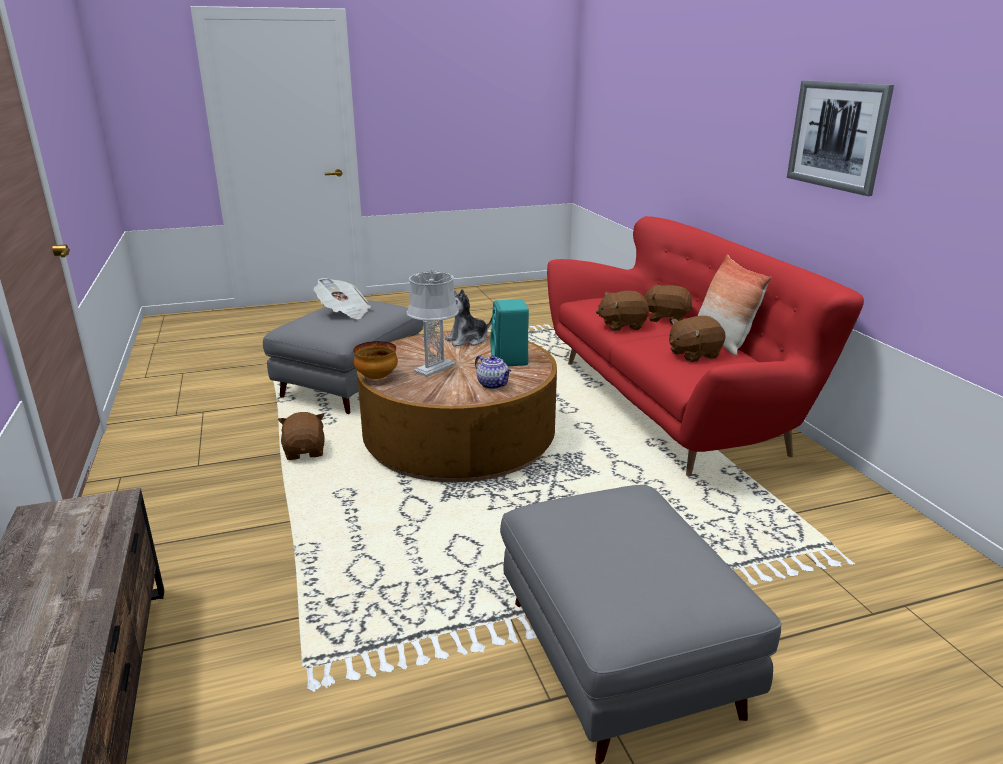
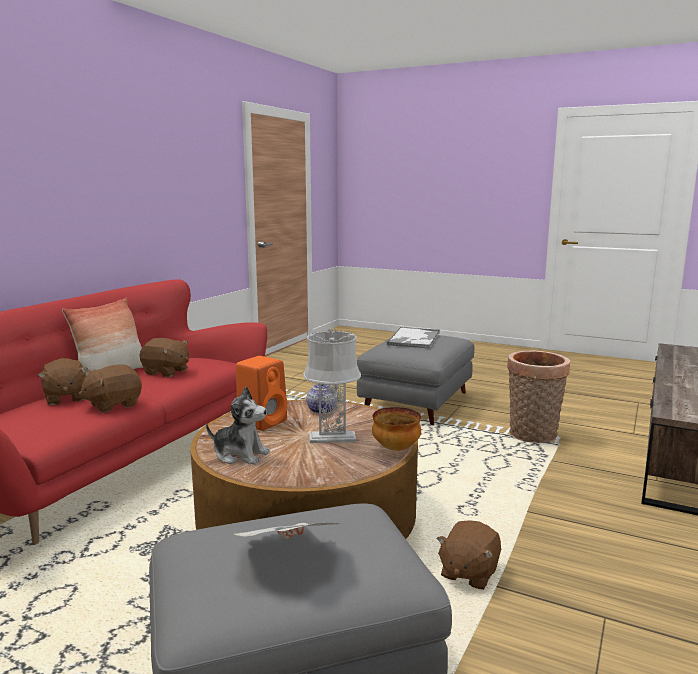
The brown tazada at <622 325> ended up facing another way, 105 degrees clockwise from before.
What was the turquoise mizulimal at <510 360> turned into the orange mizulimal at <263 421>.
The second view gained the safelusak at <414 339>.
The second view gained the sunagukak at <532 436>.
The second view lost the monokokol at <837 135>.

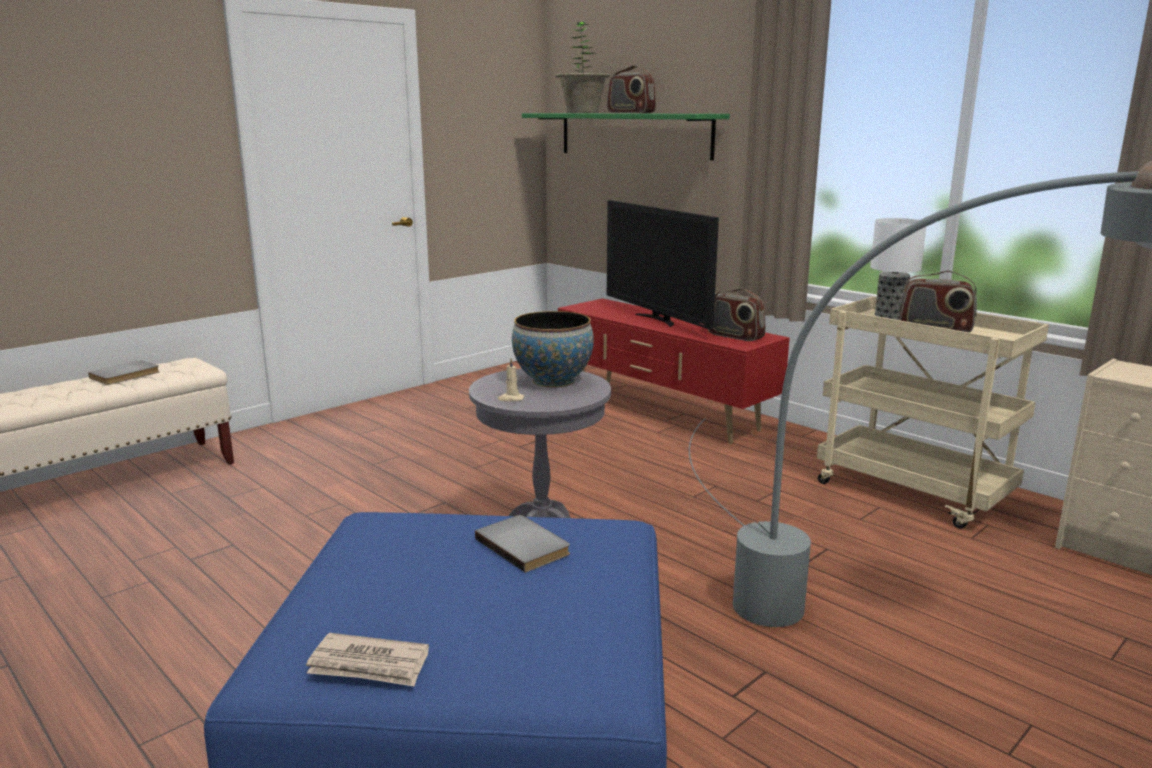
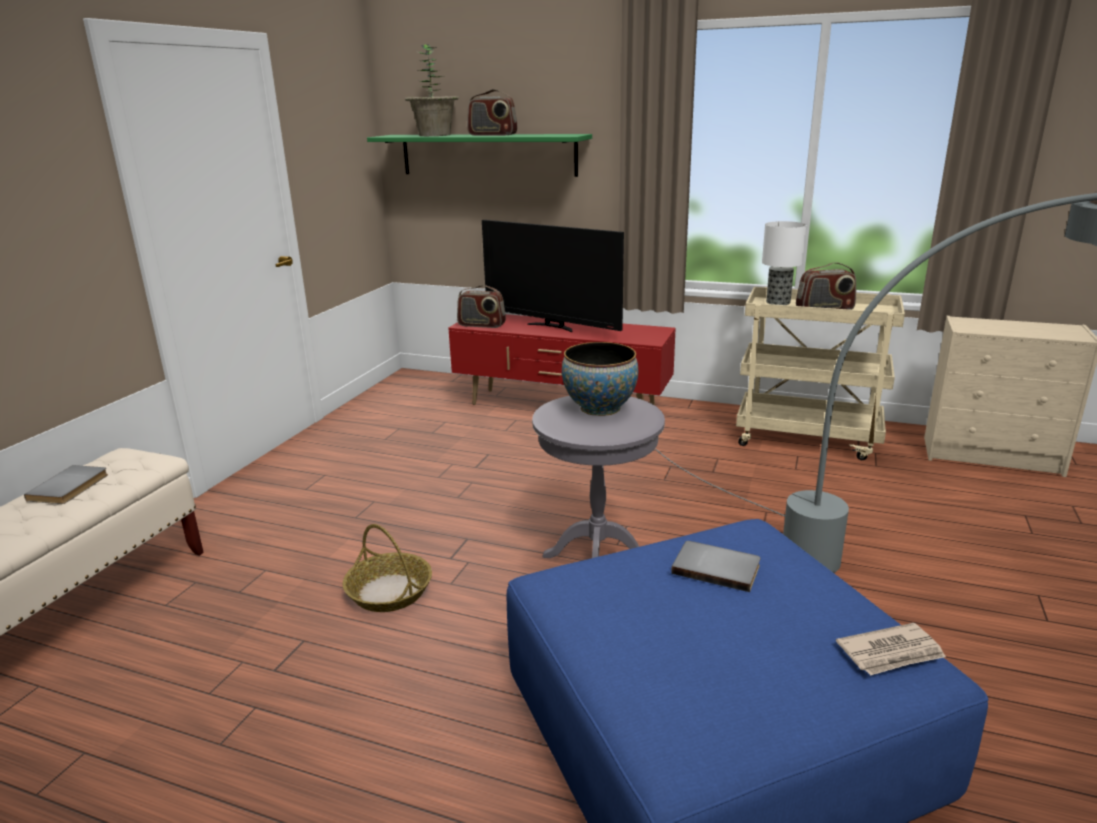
The second view gained the sunagukak at <389 592>.
The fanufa ended up elsewhere, having gone from <735 336> to <481 325>.
The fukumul ended up elsewhere, having gone from <369 665> to <891 653>.
The second view lost the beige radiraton at <510 399>.

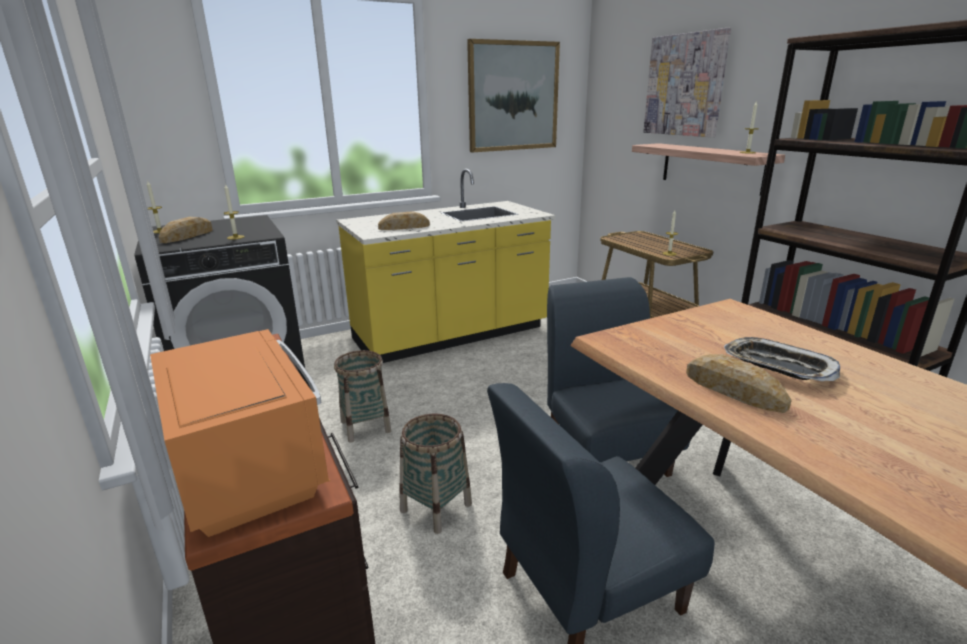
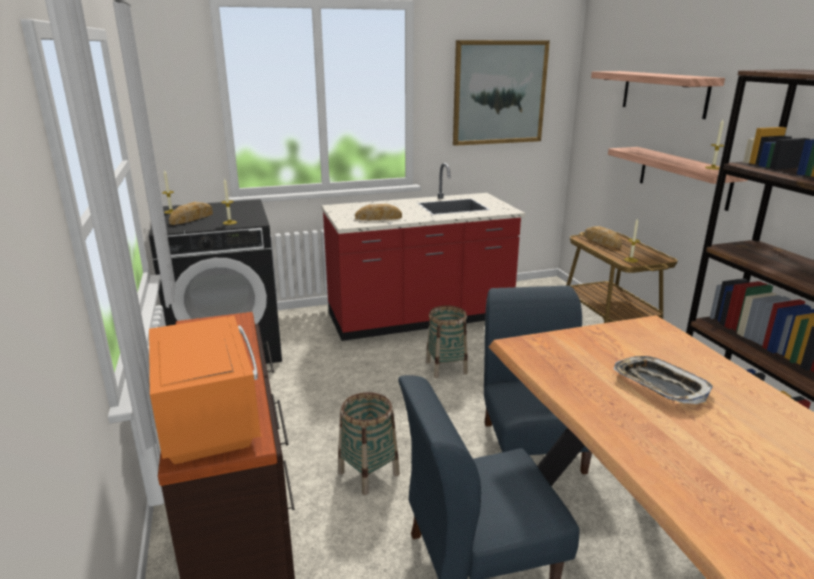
What was the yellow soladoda at <451 335> turned into the red soladoda at <419 318>.
The sunagukak ended up elsewhere, having gone from <365 426> to <446 367>.
The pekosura ended up elsewhere, having gone from <733 390> to <601 241>.
Where the monokokol hung at <684 85>, the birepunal came to hang at <664 93>.

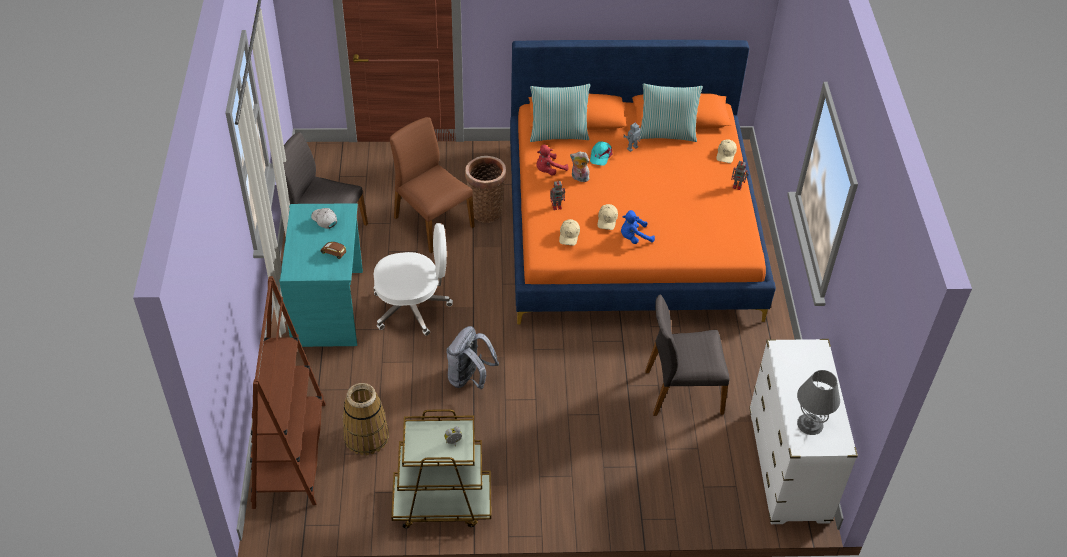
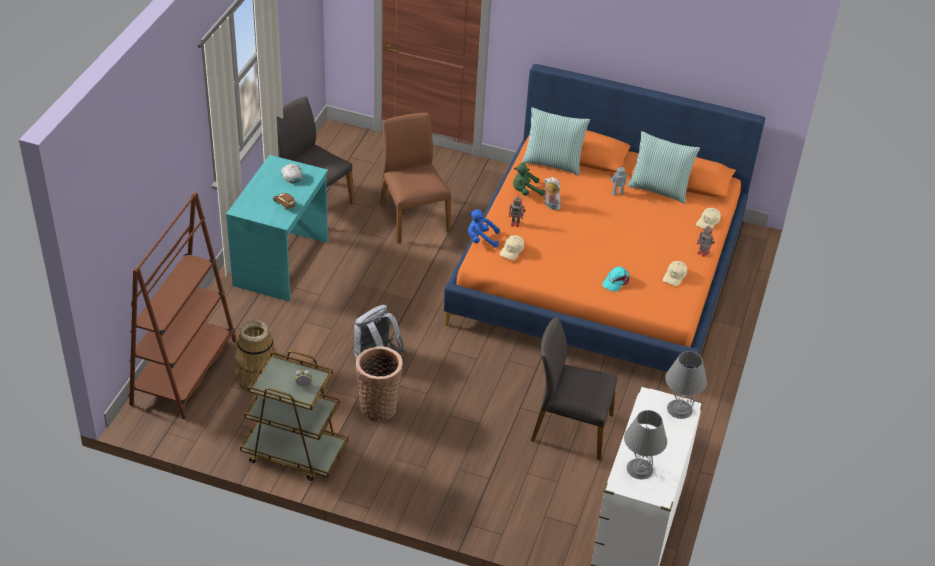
The sunagukak ended up elsewhere, having gone from <485 210> to <378 406>.
The blue tazada ended up elsewhere, having gone from <634 238> to <481 239>.
What was the red tazada at <549 170> turned into the green tazada at <525 191>.
The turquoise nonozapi ended up elsewhere, having gone from <600 155> to <616 281>.
The beige nonozapi ended up elsewhere, having gone from <607 220> to <675 276>.
The second view gained the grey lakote at <679 409>.
The second view lost the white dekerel at <412 307>.

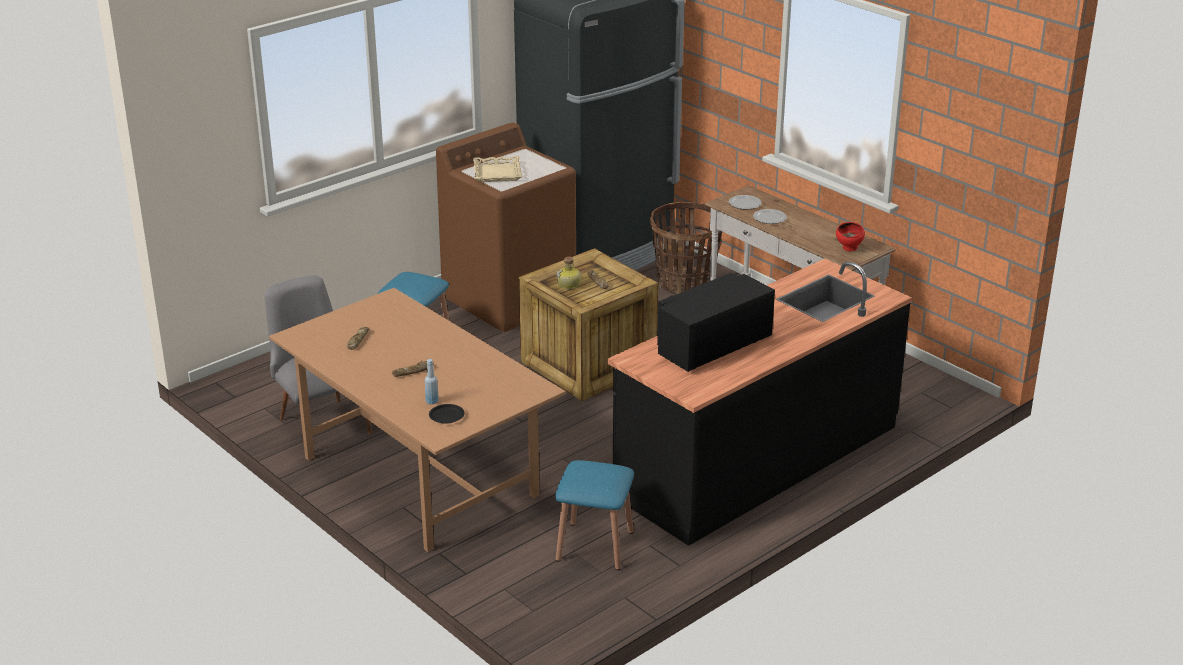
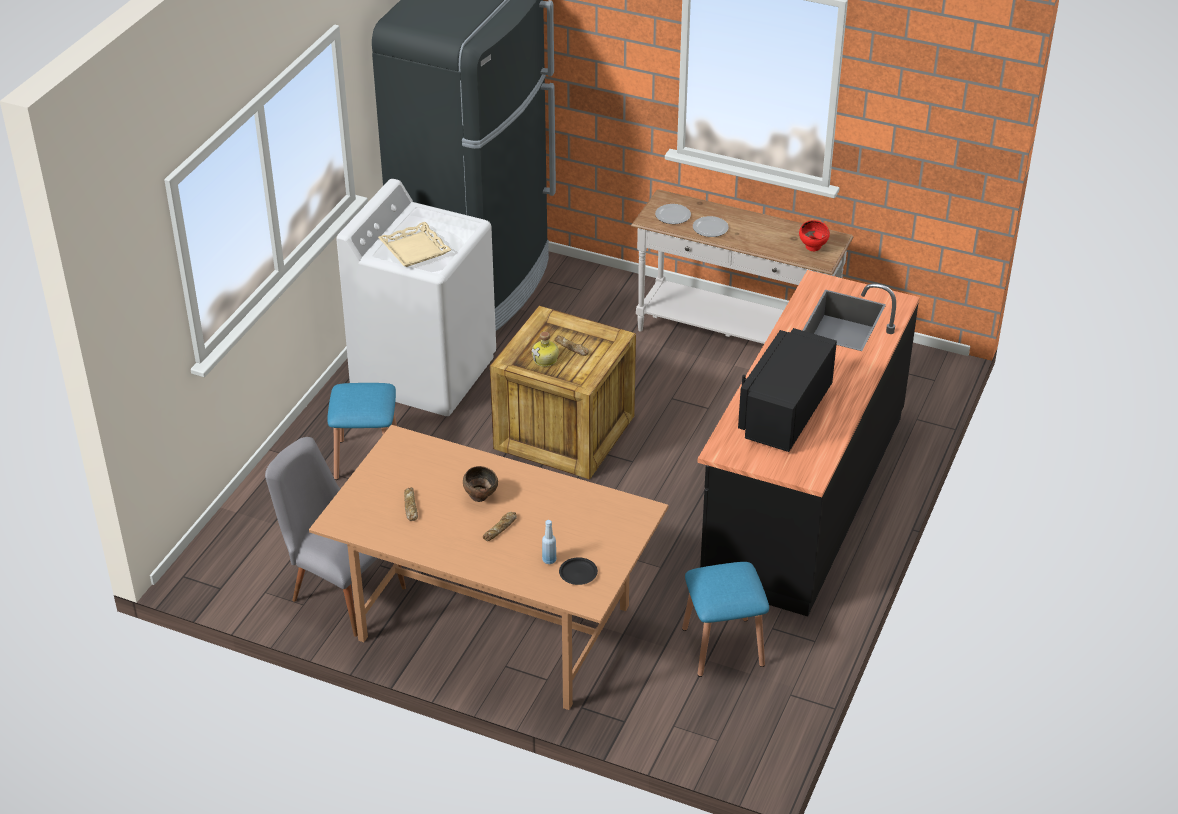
What was the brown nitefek at <510 299> turned into the white nitefek at <425 372>.
The second view gained the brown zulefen at <481 497>.
The second view lost the sunagukak at <685 283>.

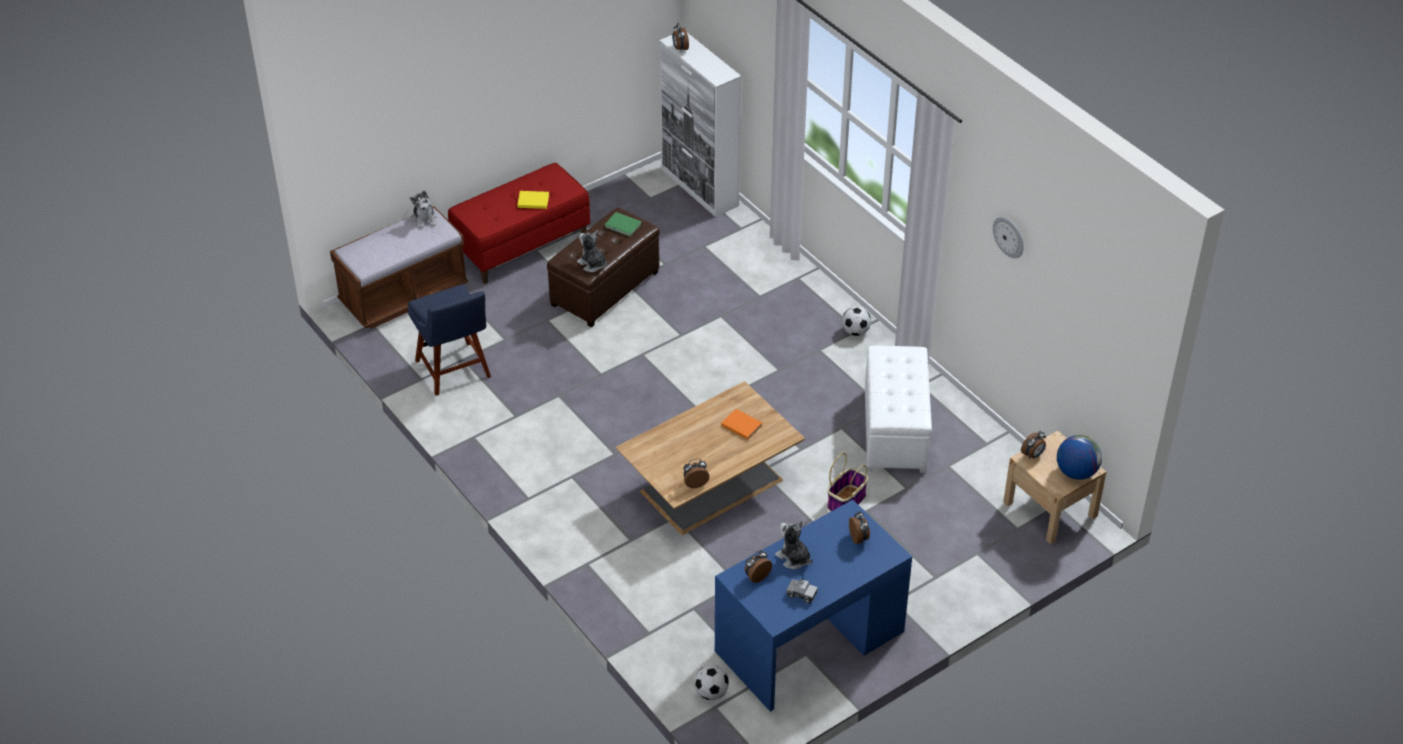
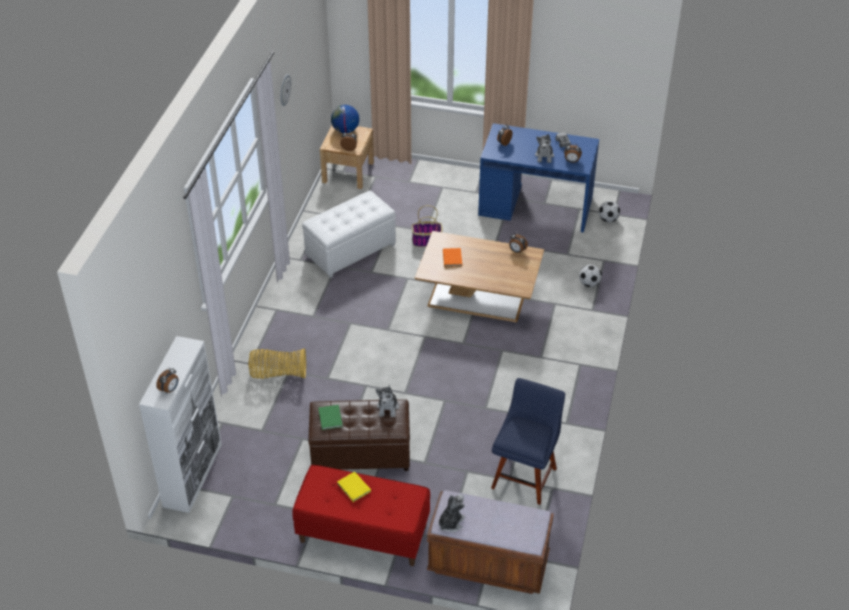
The second view gained the sunagukak at <278 373>.
The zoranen ended up elsewhere, having gone from <855 331> to <589 284>.

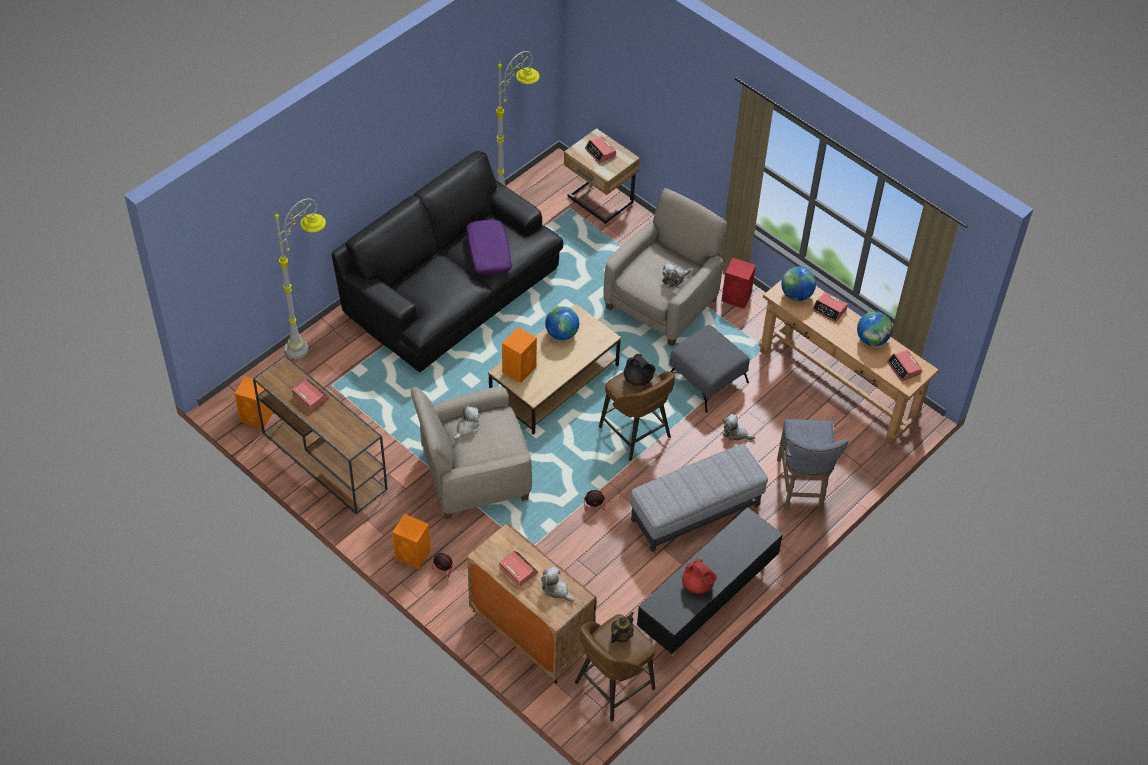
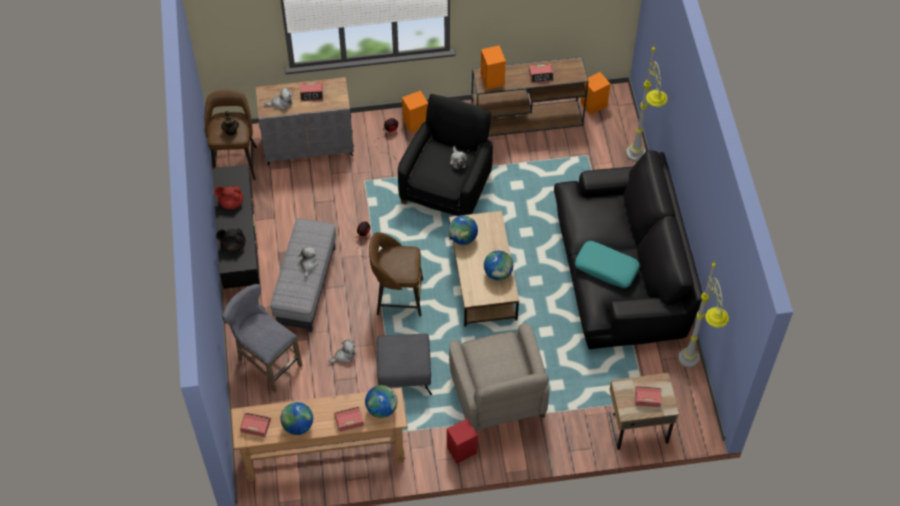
The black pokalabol ended up elsewhere, having gone from <638 379> to <233 245>.
What was the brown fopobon at <529 631> turned into the grey fopobon at <309 146>.
The tazada ended up elsewhere, having gone from <674 279> to <308 264>.
What was the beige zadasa at <473 475> turned into the black zadasa at <447 187>.
The second view gained the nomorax at <463 238>.
The orange mizulimal ended up elsewhere, having gone from <519 369> to <492 80>.
What was the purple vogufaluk at <488 252> turned into the turquoise vogufaluk at <606 268>.

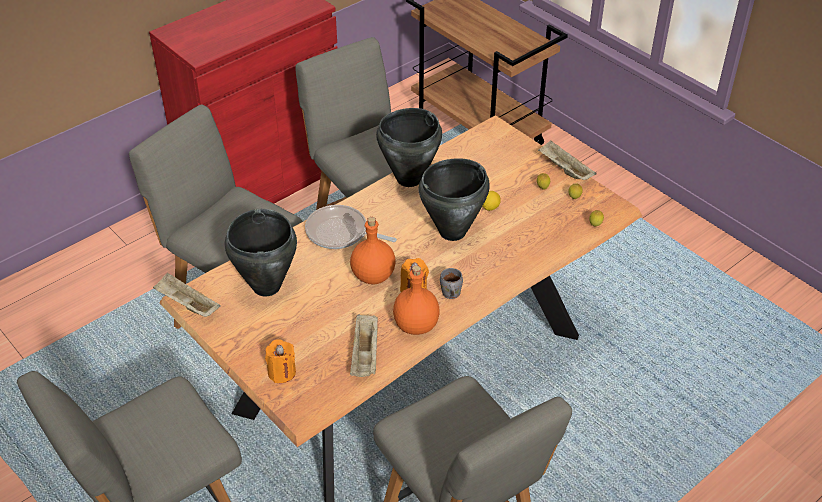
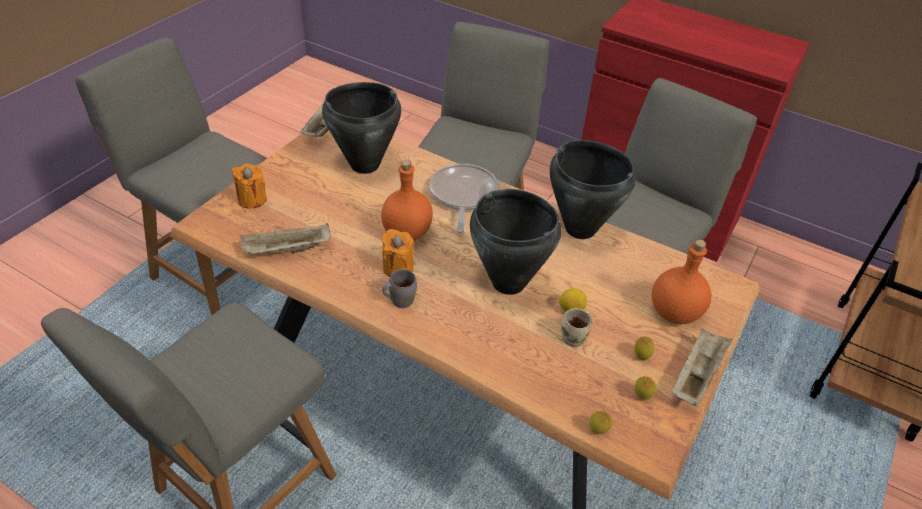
The second view gained the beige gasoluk at <575 339>.
The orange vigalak ended up elsewhere, having gone from <416 325> to <675 313>.

